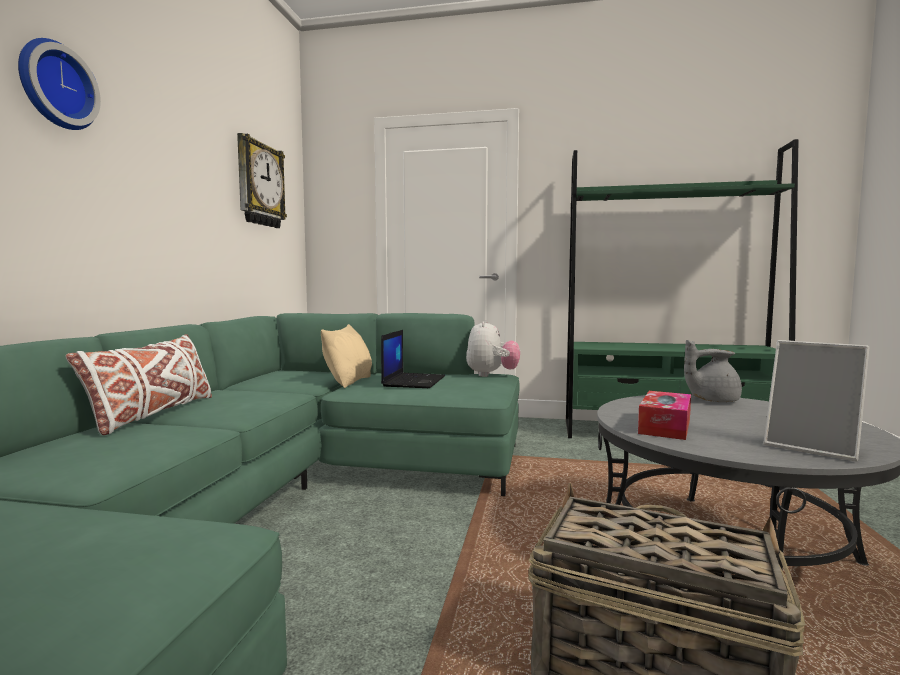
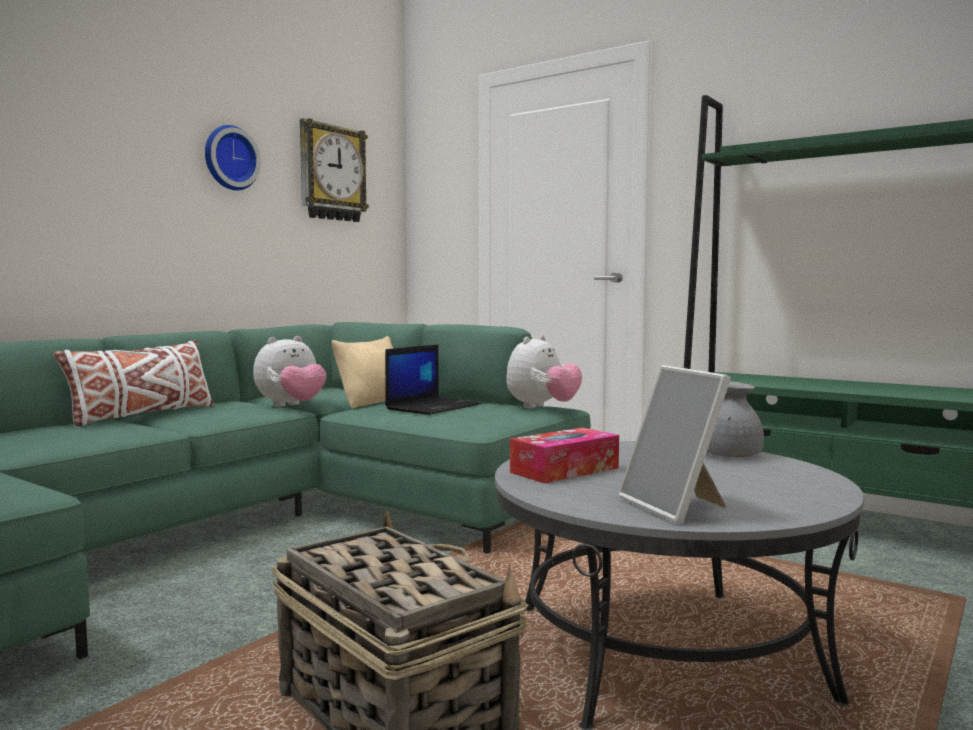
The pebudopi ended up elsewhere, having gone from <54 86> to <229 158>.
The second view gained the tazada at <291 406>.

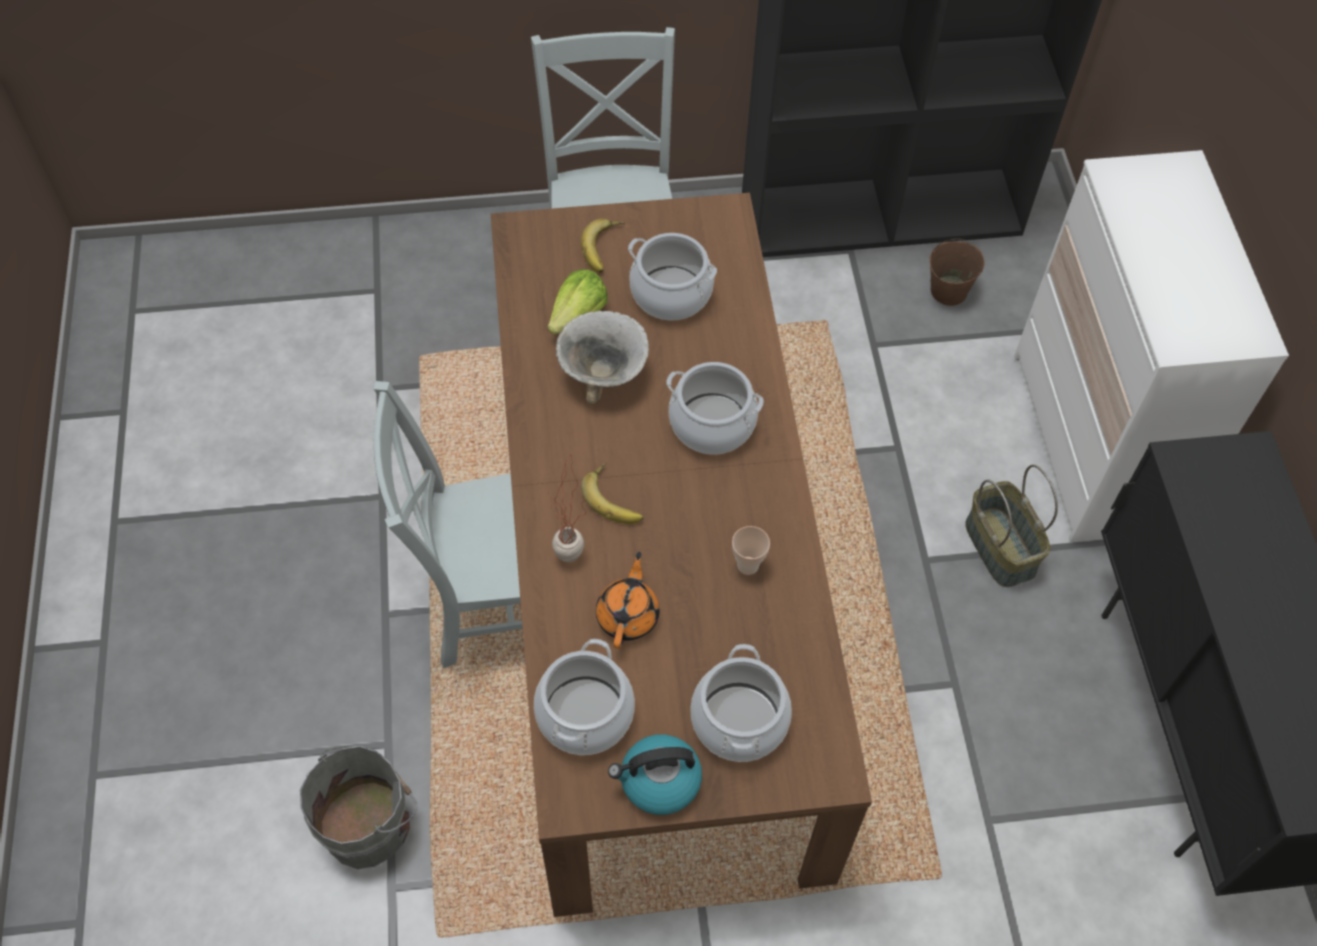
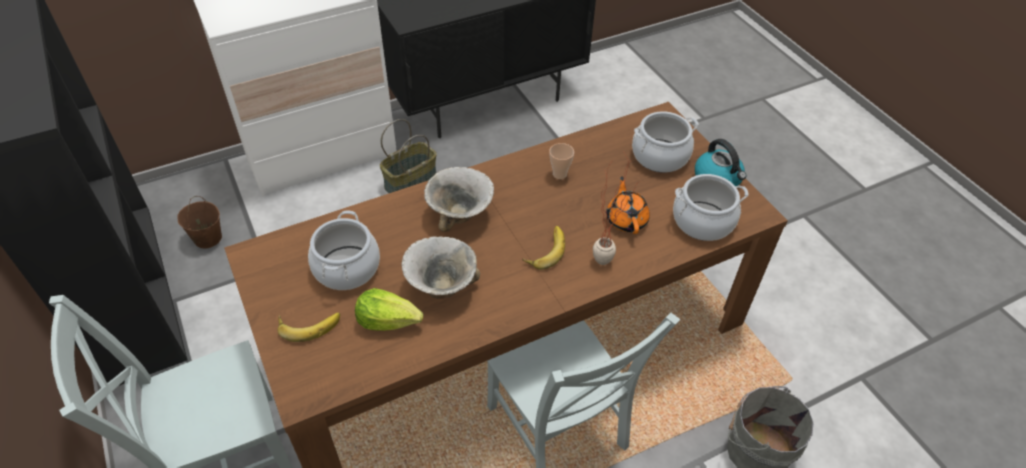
Where the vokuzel stood at <712 424>, the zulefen came to stand at <460 215>.
The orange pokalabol at <628 615> ended up facing another way, 90 degrees clockwise from before.

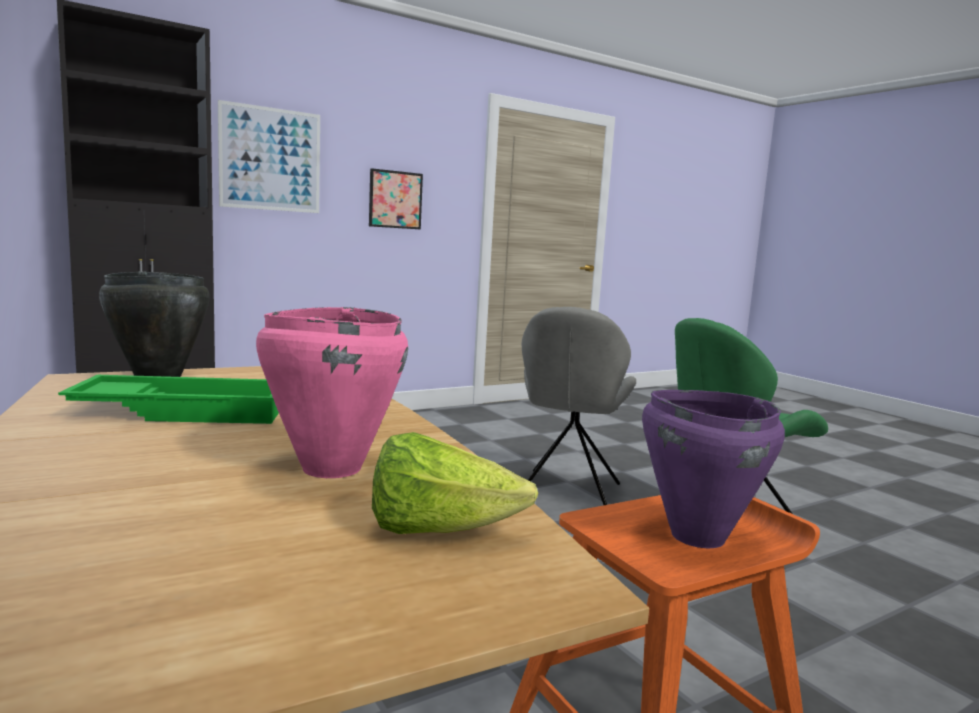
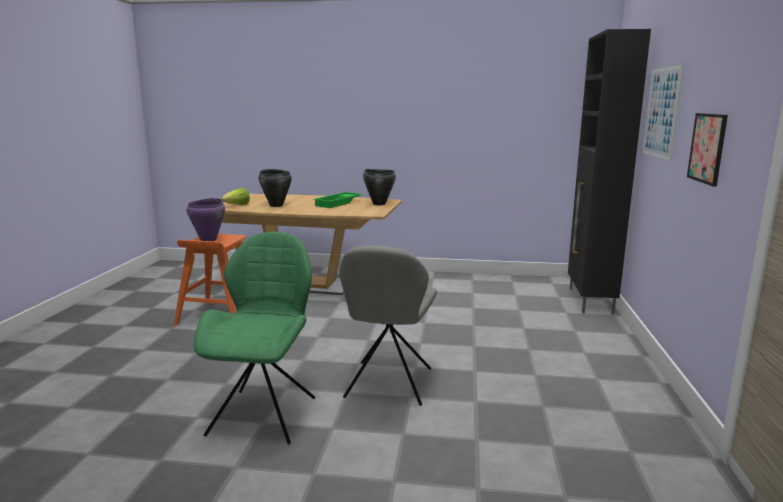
What was the pink vokuzel at <330 468> turned into the black vokuzel at <276 205>.
The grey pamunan at <567 494> ended up facing another way, 135 degrees counterclockwise from before.

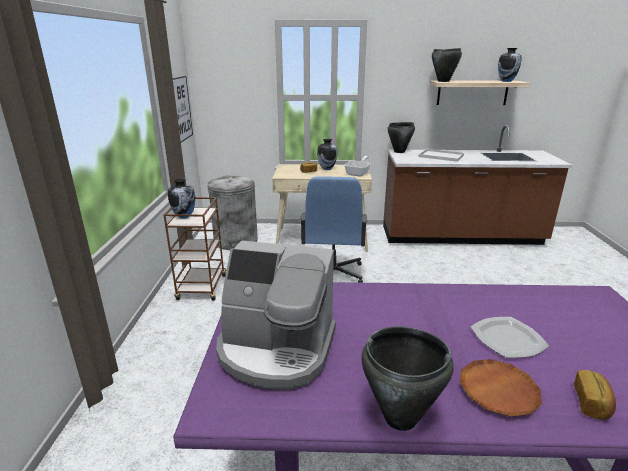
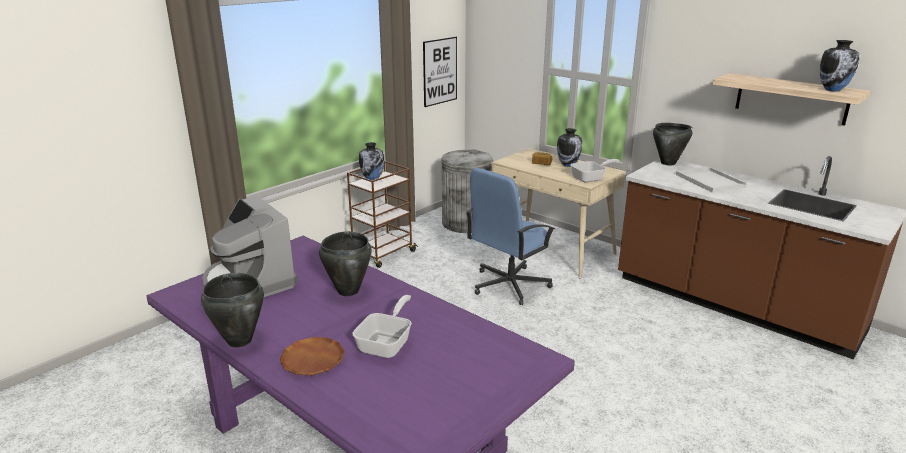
The black vokuzel ended up elsewhere, having gone from <443 81> to <348 291>.
Where the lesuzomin stood at <507 338>, the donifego came to stand at <387 343>.
The second view lost the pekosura at <592 404>.

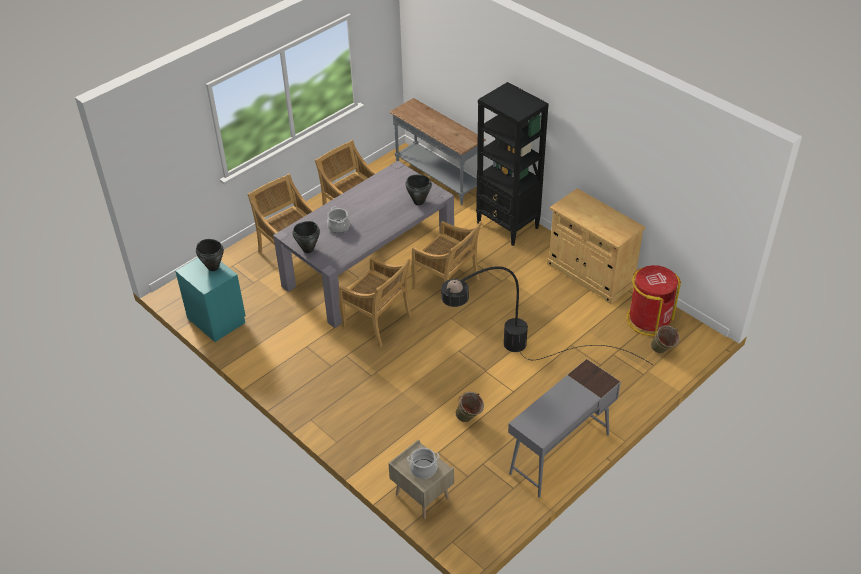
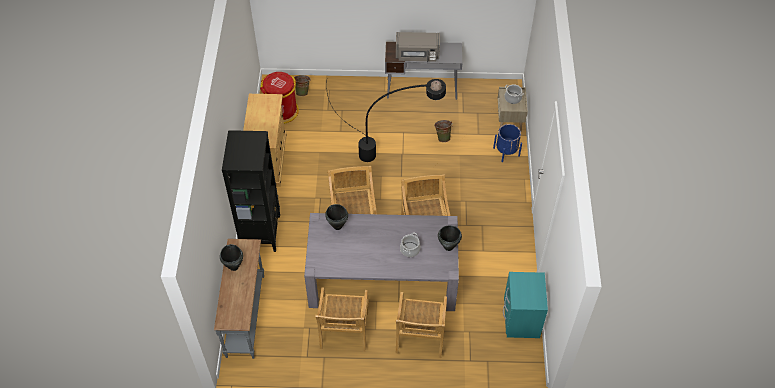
The black vokuzel ended up elsewhere, having gone from <213 267> to <234 267>.
The second view gained the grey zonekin at <417 55>.
The second view gained the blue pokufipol at <506 152>.

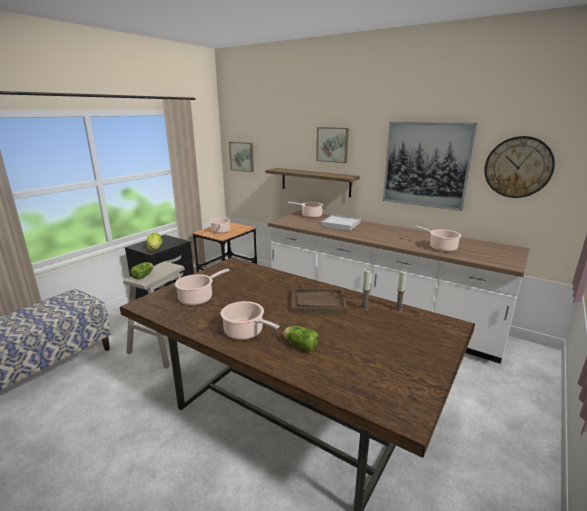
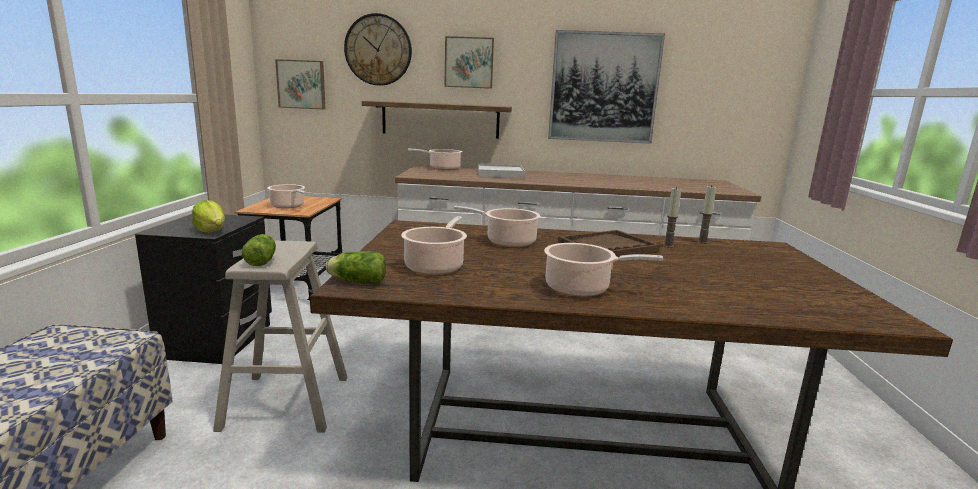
The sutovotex ended up elsewhere, having gone from <300 345> to <356 282>.
The pebudopi ended up elsewhere, having gone from <518 167> to <378 50>.
The vokuzel ended up elsewhere, having gone from <441 248> to <507 241>.

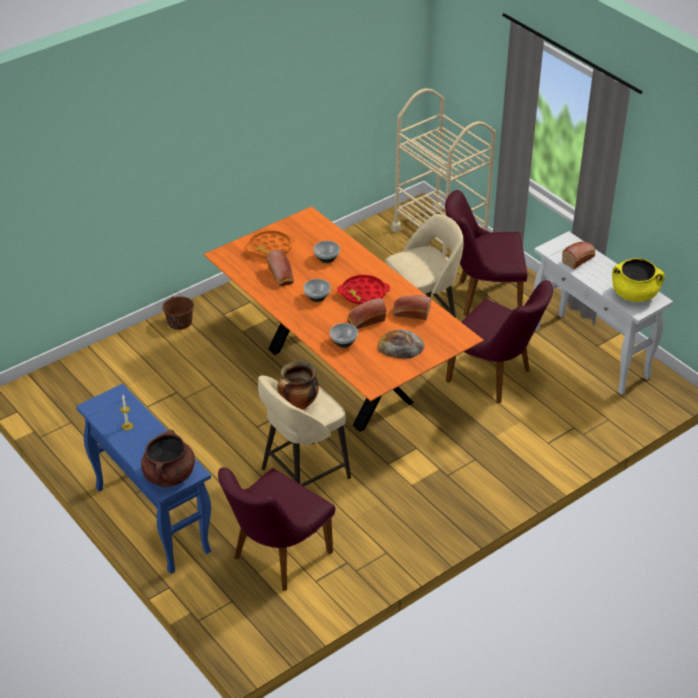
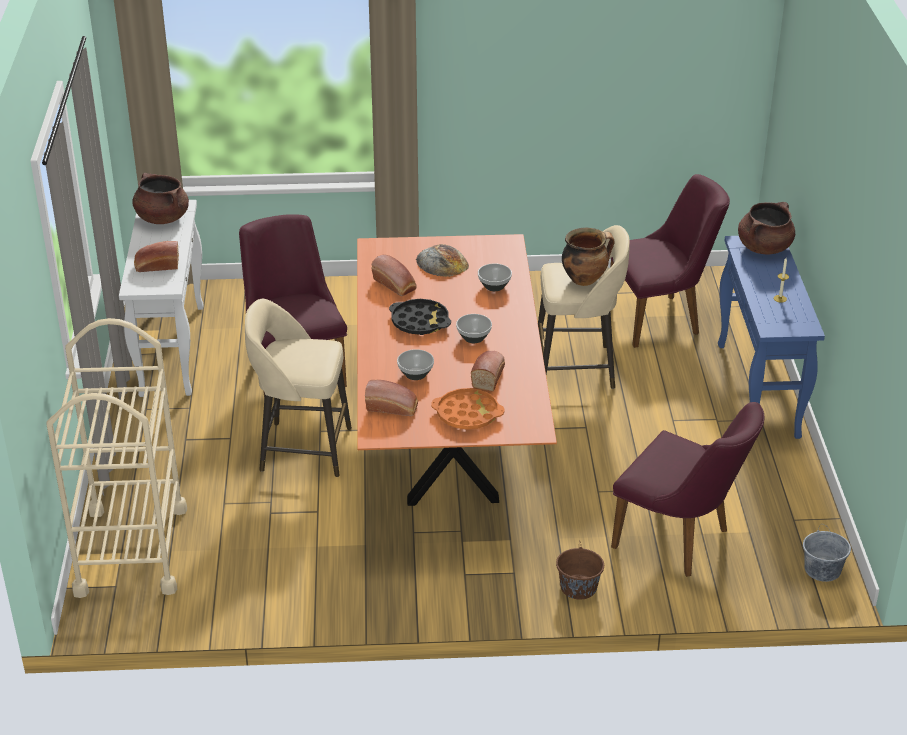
What was the yellow vokuzel at <634 294> turned into the brown vokuzel at <162 218>.
The pekosura ended up elsewhere, having gone from <365 321> to <393 407>.
What was the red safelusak at <363 293> turned into the black safelusak at <420 322>.
The purple pamunan ended up elsewhere, having gone from <482 297> to <680 541>.
The second view gained the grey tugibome at <822 570>.

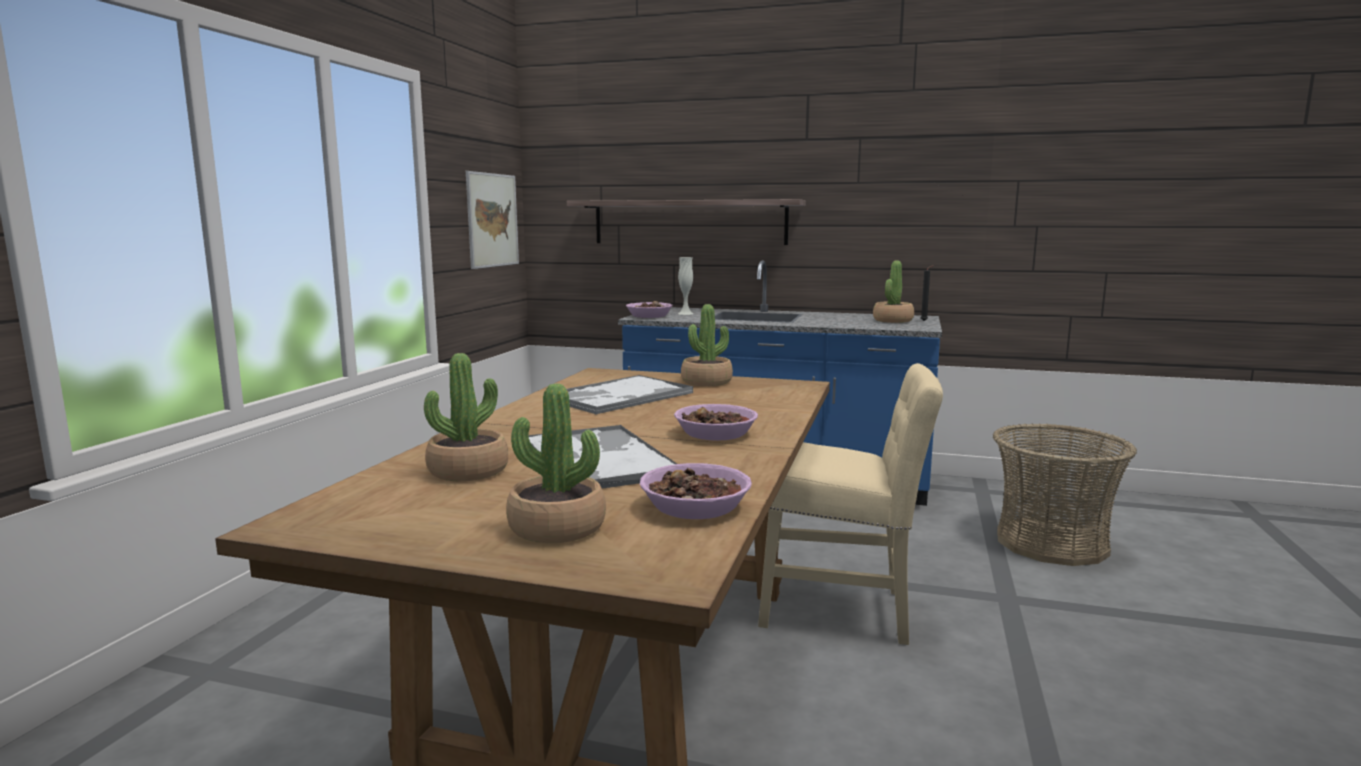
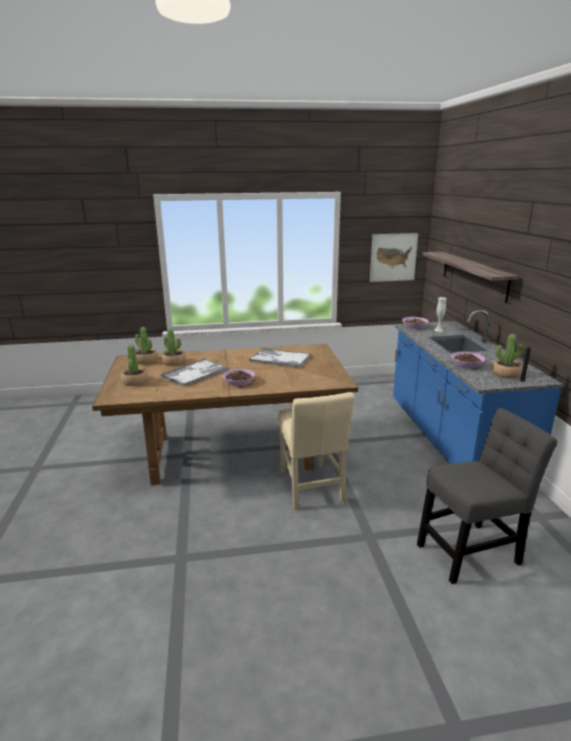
The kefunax ended up elsewhere, having gone from <706 382> to <145 361>.
Where the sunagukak stood at <1051 543>, the grey pamunan came to stand at <472 551>.
The zulefen ended up elsewhere, having gone from <694 507> to <466 364>.

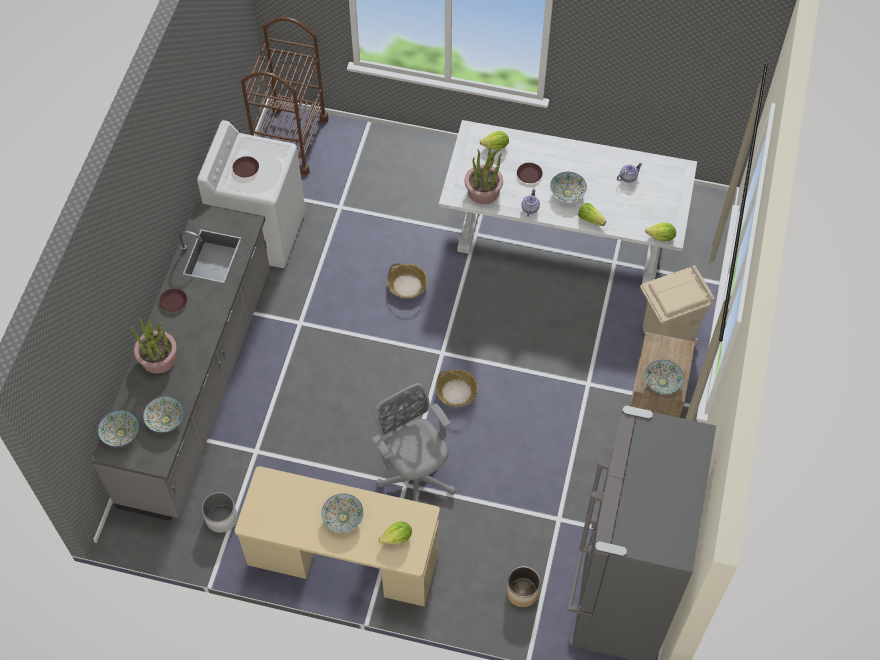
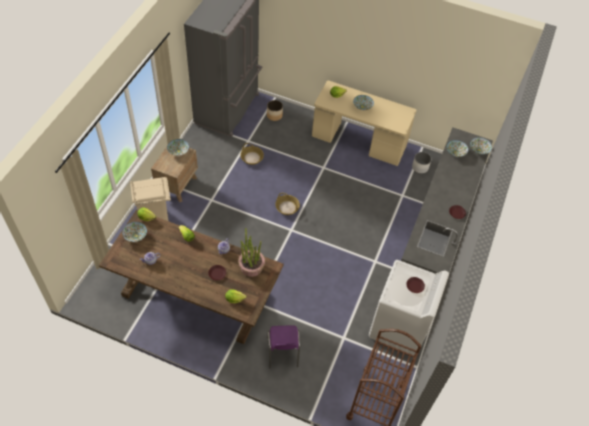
What was the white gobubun at <562 232> turned into the brown gobubun at <196 293>.
The zulefen ended up elsewhere, having gone from <567 193> to <135 235>.
The sunagukak ended up elsewhere, having gone from <407 285> to <251 158>.
The second view gained the purple pamunan at <282 353>.
The second view lost the kefunax at <158 358>.
The second view lost the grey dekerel at <415 476>.

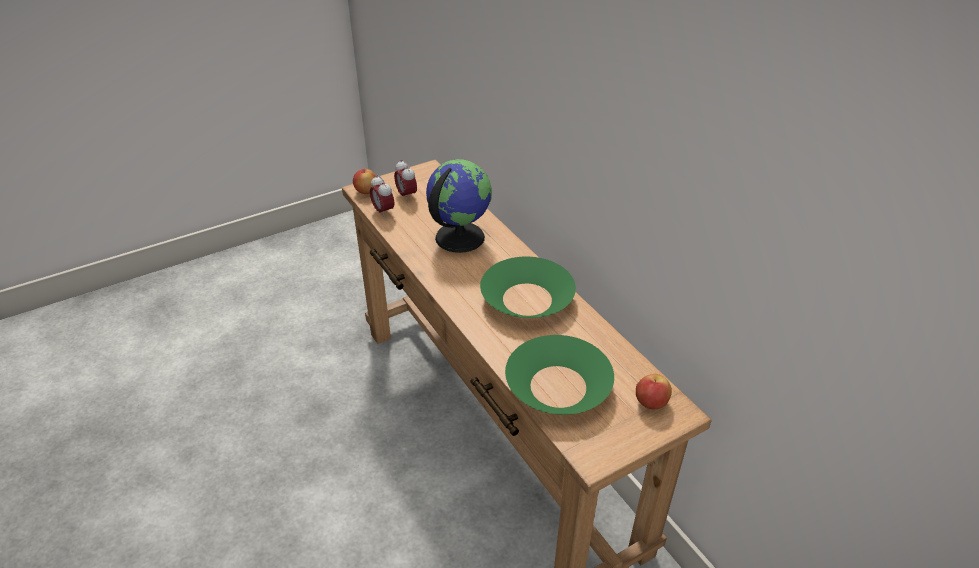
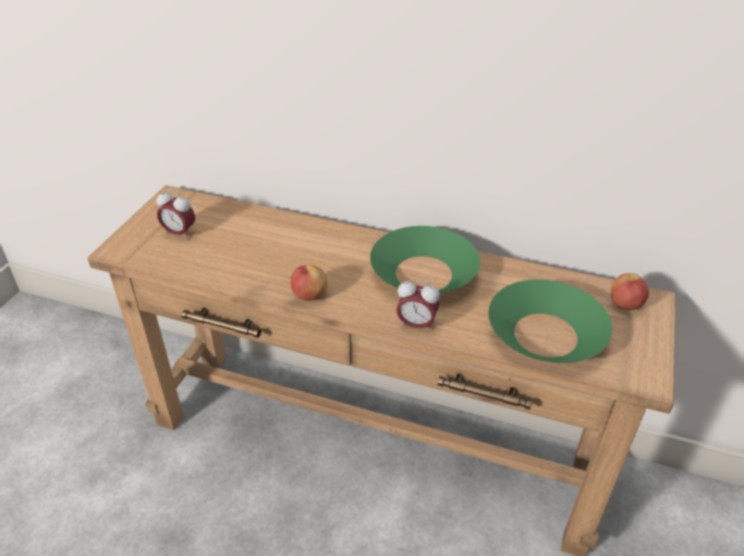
The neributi ended up elsewhere, having gone from <366 191> to <309 295>.
The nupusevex ended up elsewhere, having gone from <383 211> to <416 325>.
The second view lost the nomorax at <459 237>.

